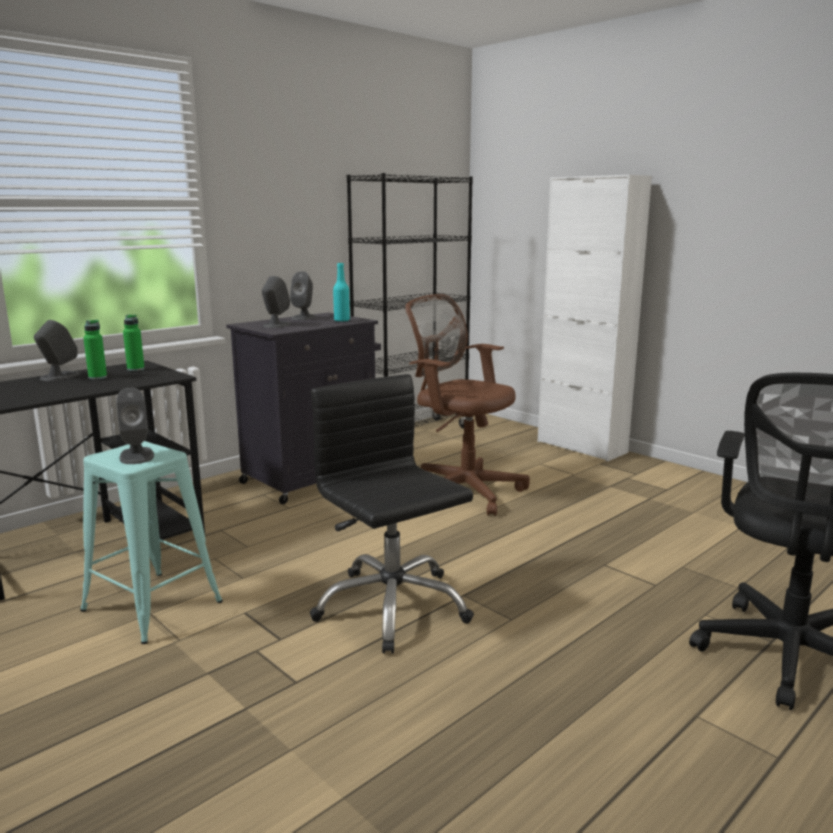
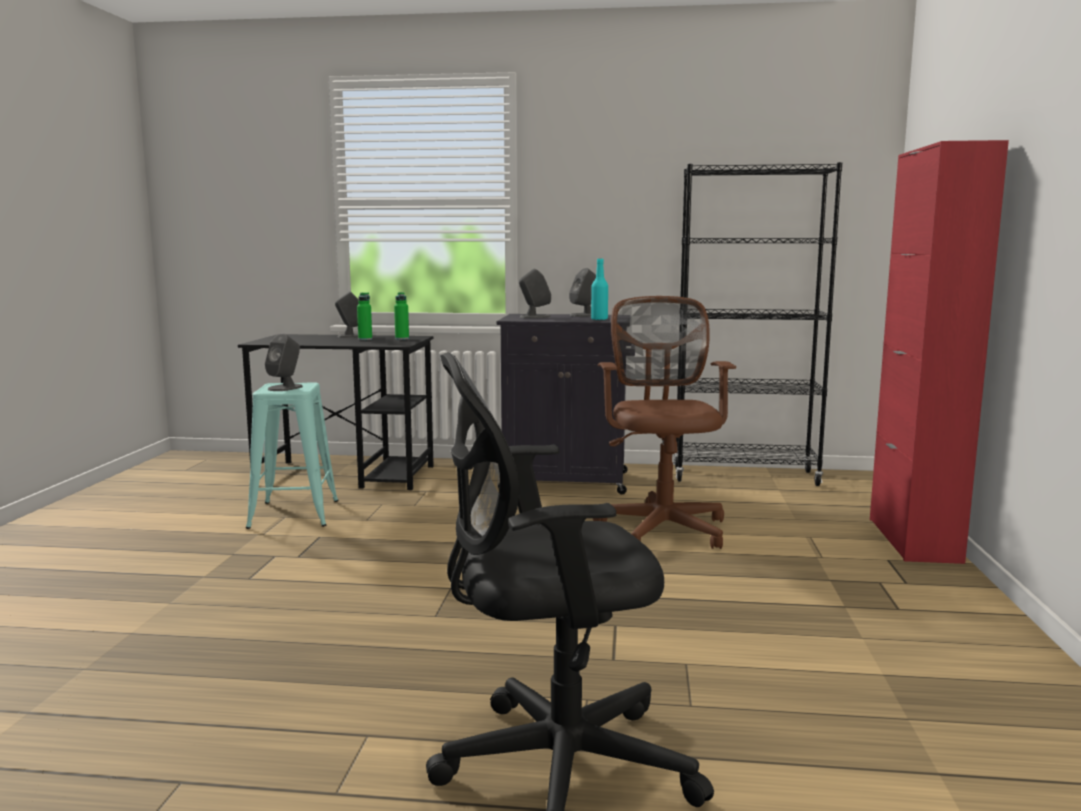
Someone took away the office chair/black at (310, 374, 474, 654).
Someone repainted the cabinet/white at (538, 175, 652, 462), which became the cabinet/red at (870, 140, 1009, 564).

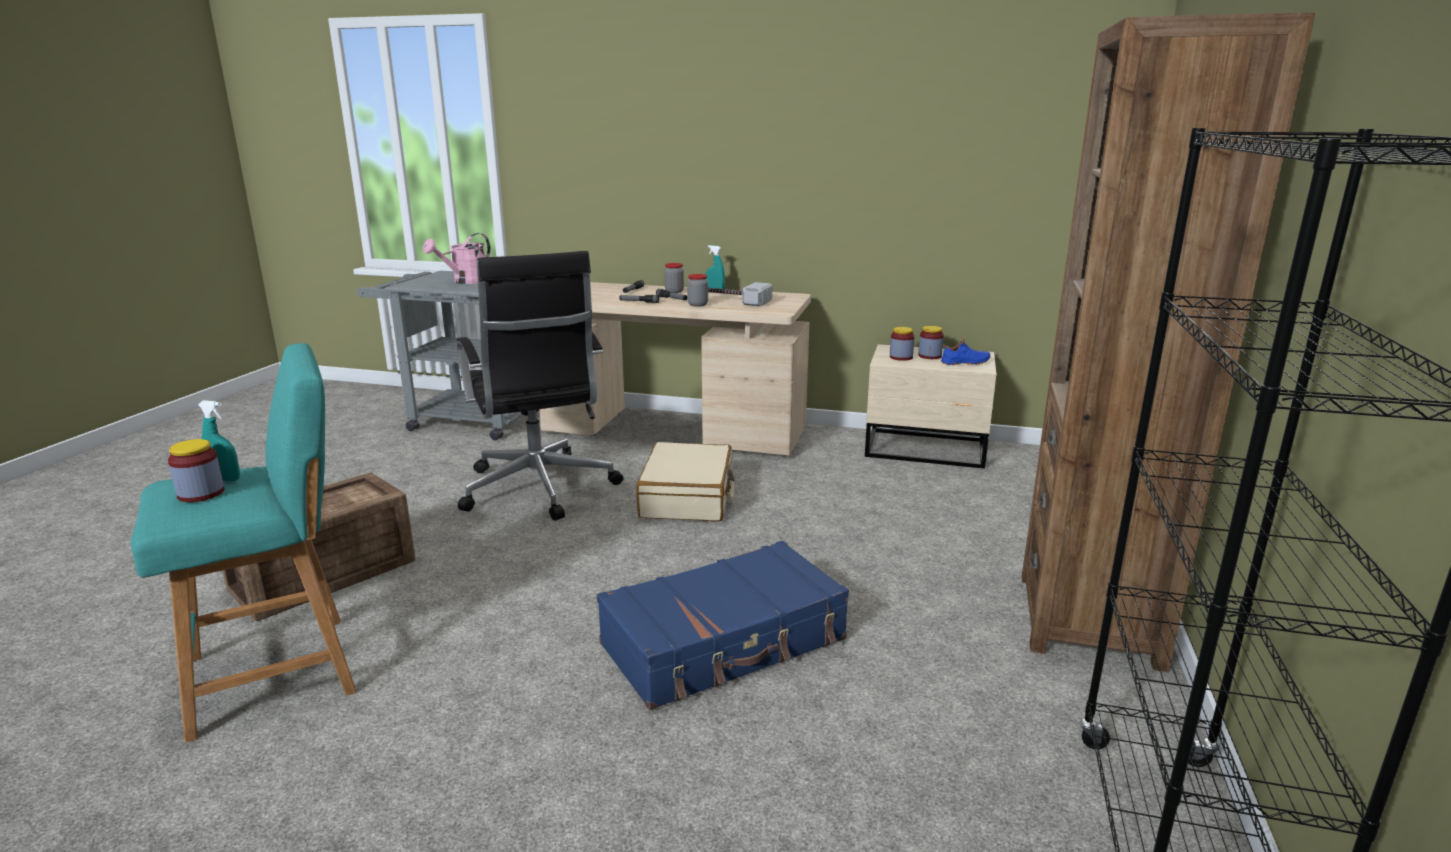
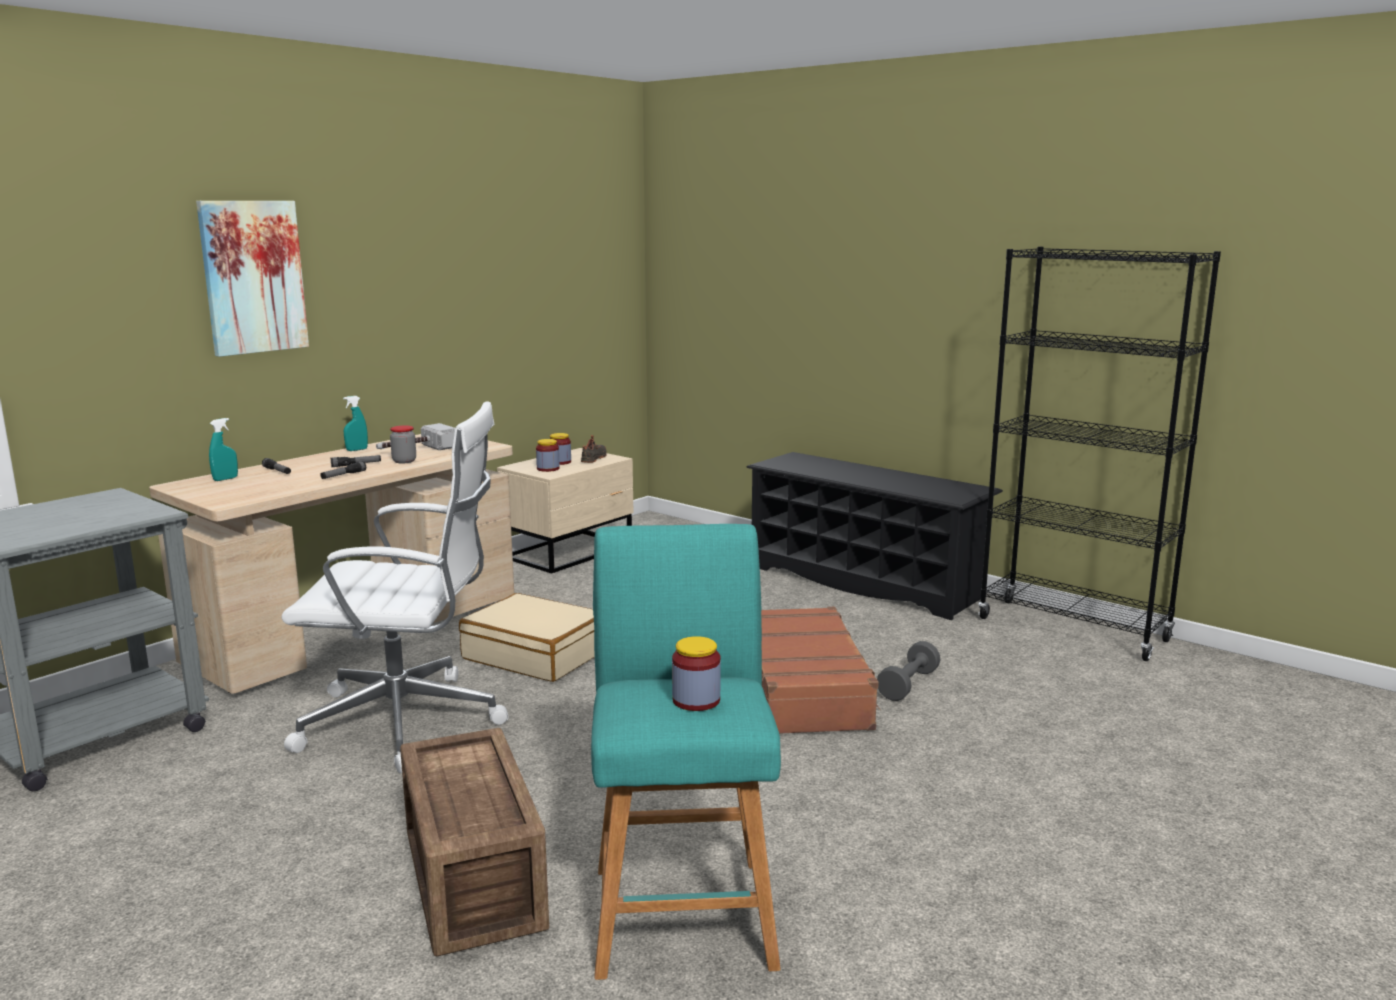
Someone carried the spray bottle/turquoise from (198, 400, 240, 482) to (209, 418, 238, 481).
Someone took away the watering can/pink at (423, 233, 490, 284).
Someone repainted the office chair/black at (457, 251, 623, 521), which became the office chair/white at (281, 401, 509, 773).
Someone repainted the suitcase/blue at (597, 541, 849, 710), which became the suitcase/brown at (761, 607, 880, 734).
Someone took away the jar at (664, 263, 684, 293).
Someone repainted the shoe/blue at (941, 337, 991, 365), which became the shoe/black at (581, 435, 606, 463).
Someone swapped the bookcase/brown at (1022, 12, 1315, 672) for the shoe rack/black at (746, 452, 1003, 620).
Someone put up the picture at (196, 201, 309, 357).
Someone put down the dumbbell/grey at (877, 641, 940, 701).

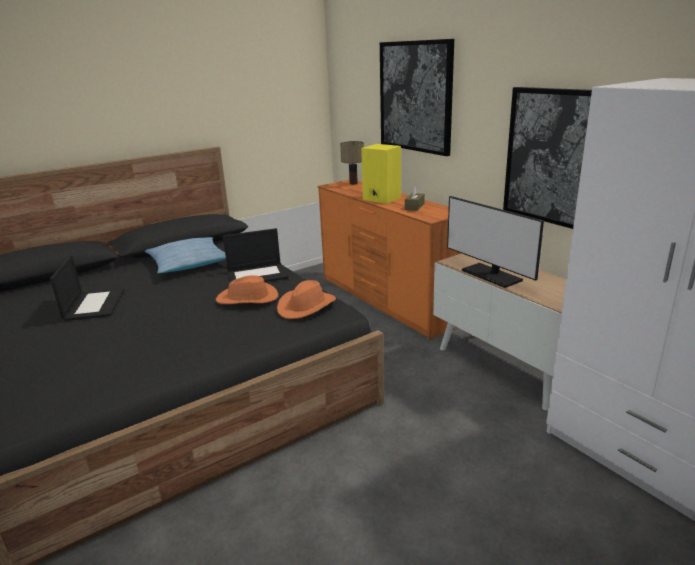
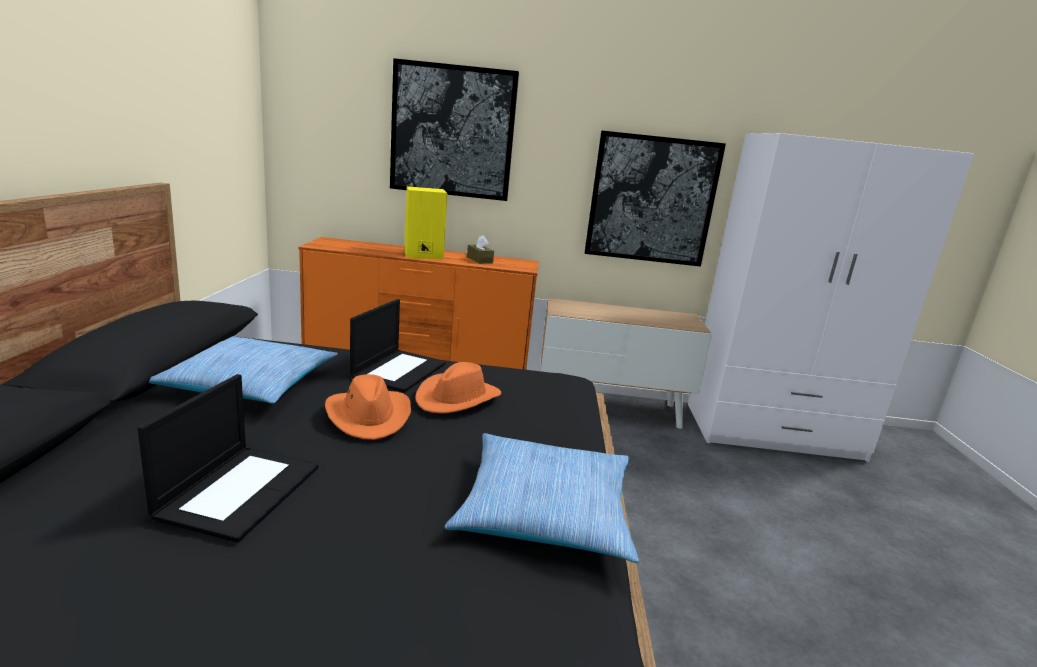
Someone rotated the laptop at (50, 255, 124, 321) by 75 degrees clockwise.
Someone carried the hat/orange from (277, 280, 336, 319) to (325, 374, 411, 440).
Someone took away the table lamp at (340, 141, 364, 185).
Someone took away the monitor at (447, 196, 544, 288).
Someone put down the pillow at (445, 433, 639, 563).

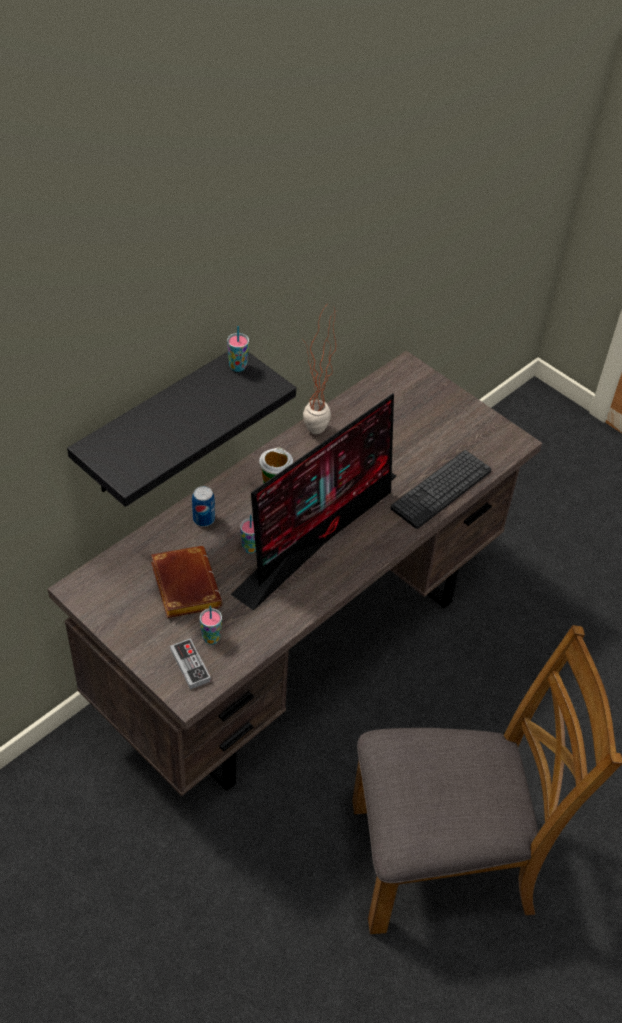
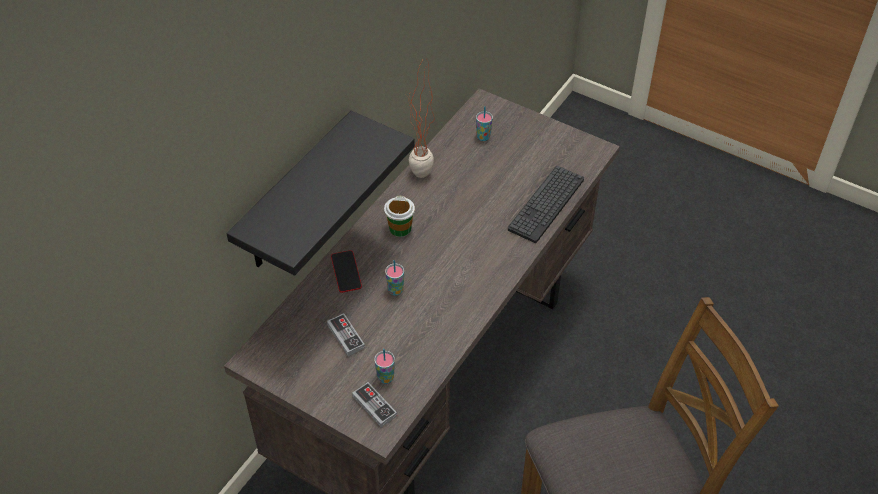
Someone swapped the book/brown at (151, 546, 222, 618) for the game controller at (327, 313, 365, 356).
Someone swapped the can at (192, 486, 215, 527) for the phone at (331, 250, 362, 293).
Someone carried the cup from (227, 326, 249, 372) to (476, 106, 493, 141).
Someone took away the monitor at (231, 393, 397, 611).

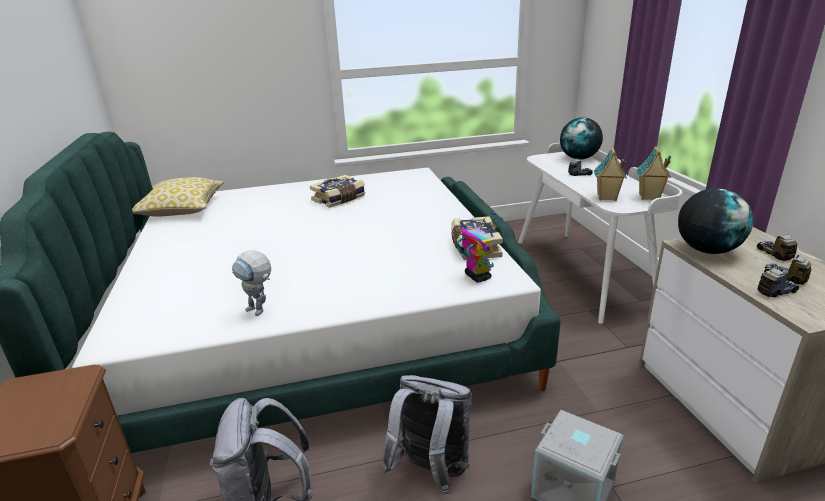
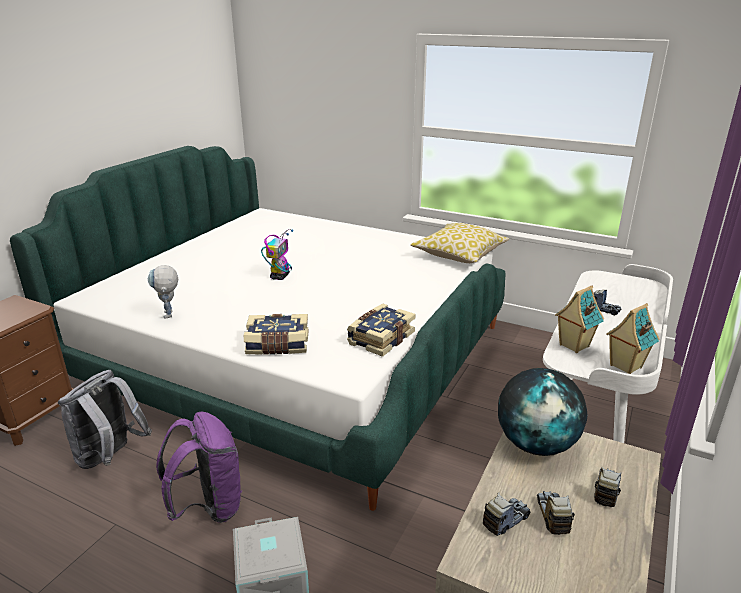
Someone carried the pillow from (132, 177, 224, 217) to (410, 223, 509, 263).
Someone carried the book from (310, 175, 365, 208) to (244, 314, 309, 355).
Someone repainted the backpack/grey at (382, 375, 472, 495), which became the backpack/purple at (156, 412, 243, 523).
Someone carried the toy robot from (456, 212, 503, 282) to (261, 229, 294, 280).
Someone took away the globe at (560, 117, 603, 159).
Someone rotated the toy truck at (757, 267, 799, 297) by 60 degrees counterclockwise.

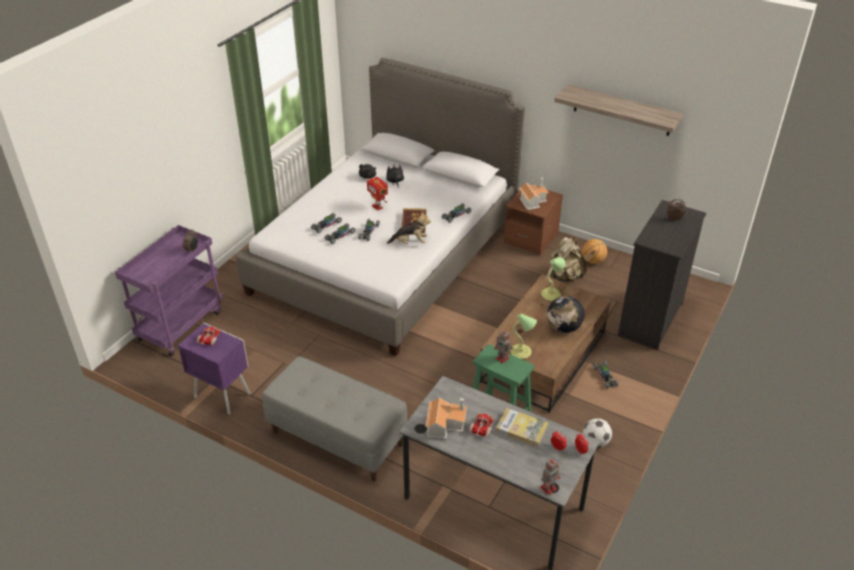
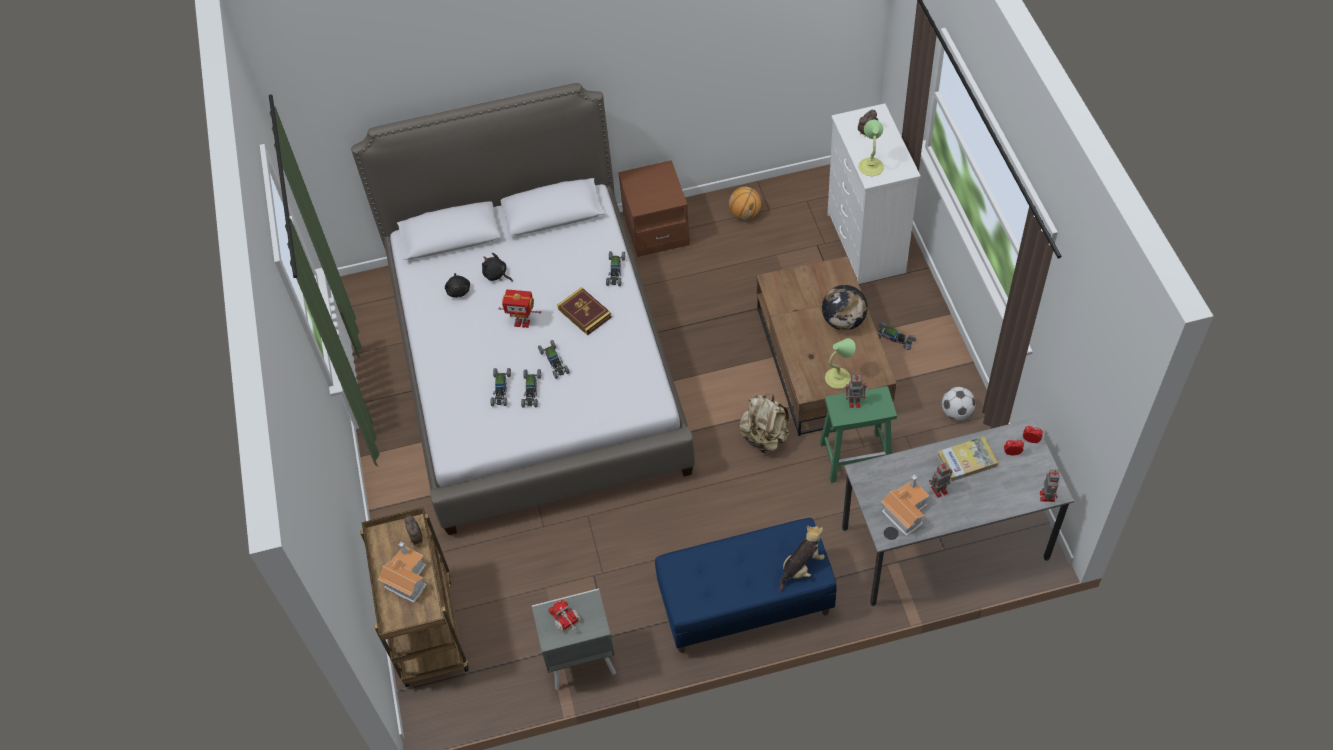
Someone repainted the cart/purple at (115, 225, 223, 356), which became the cart/brown at (360, 507, 469, 687).
Someone repainted the nightstand/purple at (178, 323, 250, 415), which became the nightstand/grey at (532, 588, 616, 690).
Someone repainted the bench/grey at (262, 356, 408, 481), which became the bench/blue at (655, 518, 837, 653).
Someone carried the plush toy from (387, 211, 431, 244) to (779, 526, 825, 592).
Someone swapped the toy truck at (469, 413, 493, 437) for the toy robot at (929, 462, 952, 498).
Someone carried the toy house from (519, 178, 549, 210) to (378, 542, 427, 603).
Someone carried the table lamp from (541, 257, 566, 301) to (858, 120, 884, 176).
Someone carried the backpack/beige from (551, 237, 587, 282) to (739, 393, 789, 454).
Someone took away the shelf at (554, 84, 684, 136).
Someone repainted the dresser/black at (618, 200, 706, 350), which became the dresser/white at (827, 103, 921, 284).

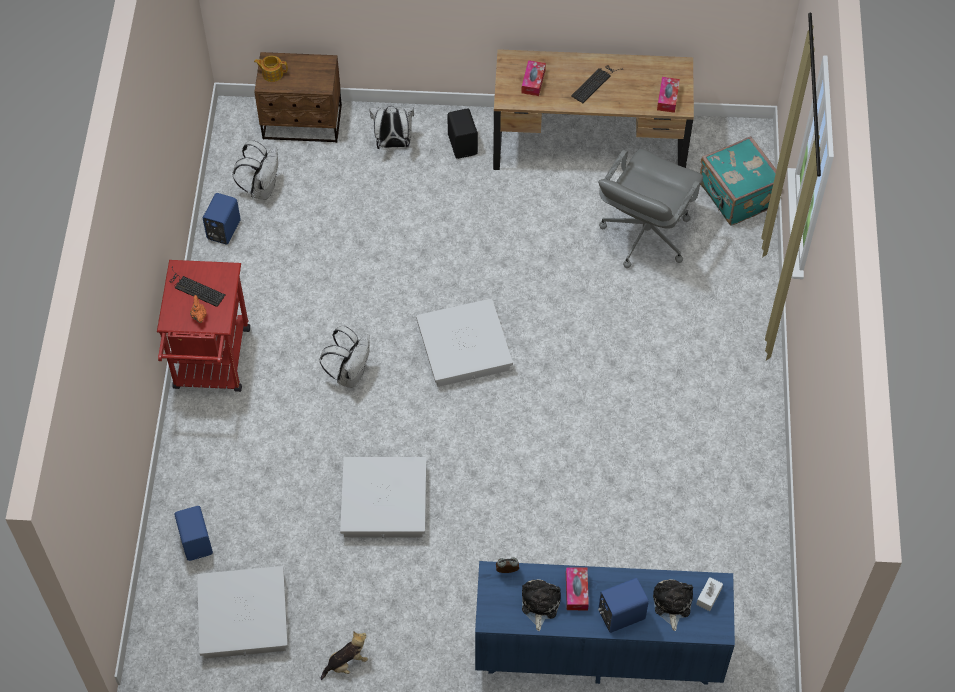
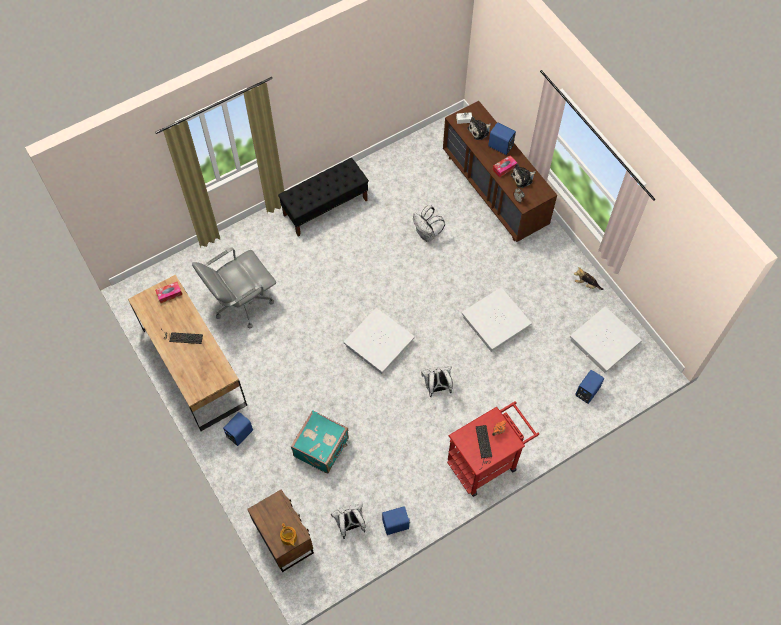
Someone carried the backpack/white from (369, 106, 414, 149) to (413, 205, 445, 242).
Someone repainted the speaker/black at (447, 108, 478, 159), which became the speaker/blue at (223, 412, 253, 446).
Someone repainted the dresser/blue at (475, 561, 735, 685), which became the dresser/brown at (443, 101, 557, 242).
Someone took away the tissue box at (521, 60, 546, 96).
Someone rotated the office chair/grey at (598, 149, 703, 268) by 150 degrees clockwise.
Someone carried the suitcase/turquoise from (700, 136, 776, 226) to (291, 410, 349, 473).
Someone put down the bench/black at (278, 158, 369, 236).

